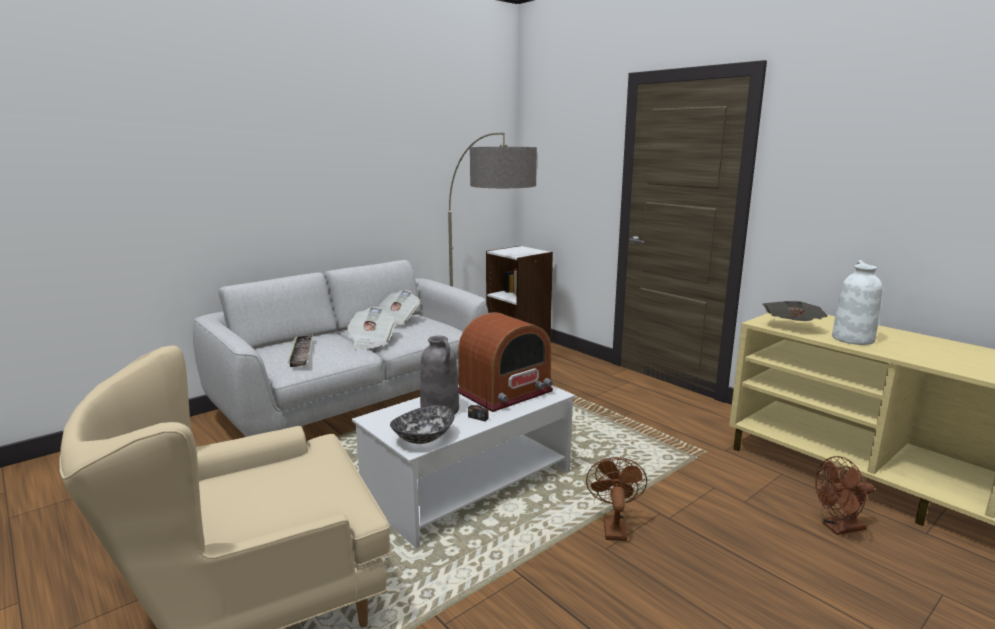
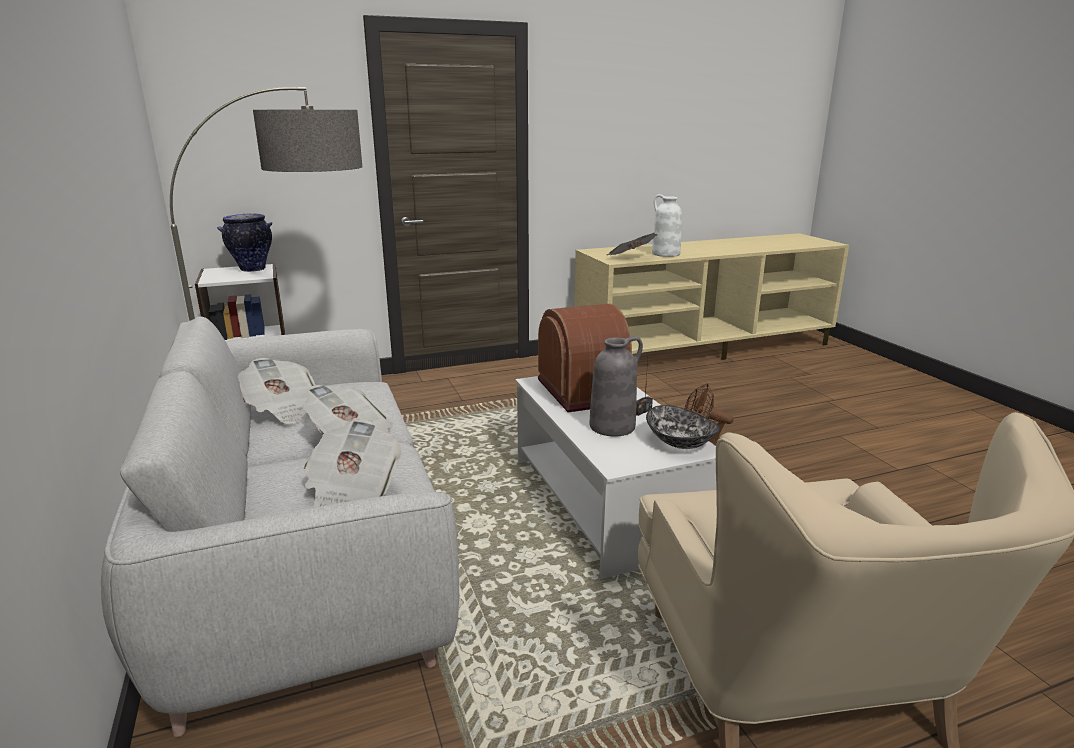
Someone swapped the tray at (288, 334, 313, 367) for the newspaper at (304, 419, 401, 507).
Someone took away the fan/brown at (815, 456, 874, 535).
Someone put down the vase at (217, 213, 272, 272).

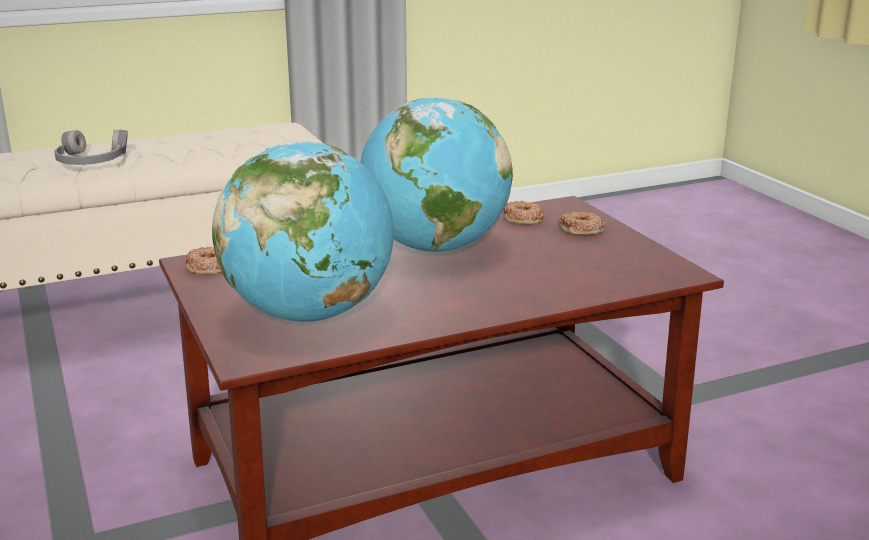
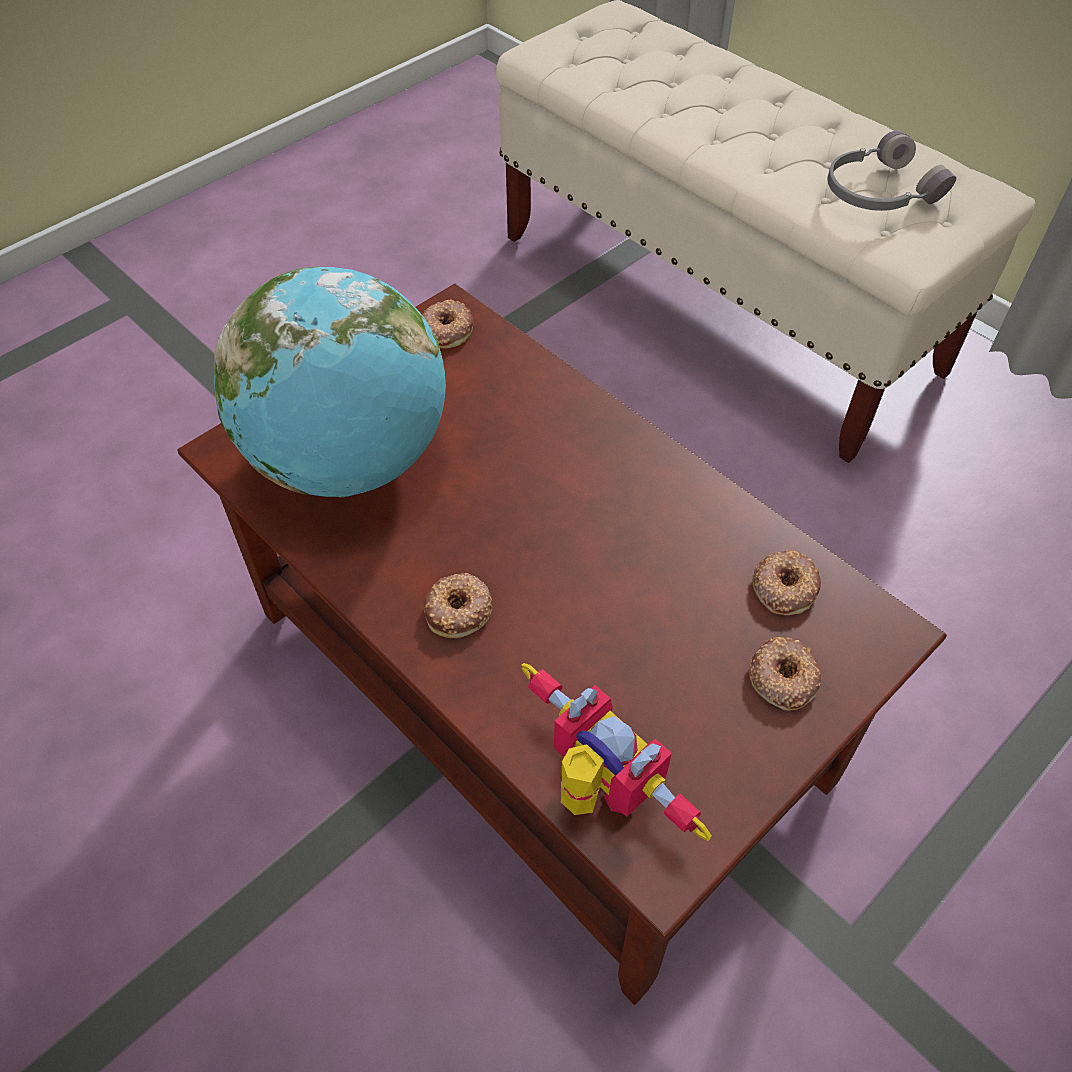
Someone carried the headphones/grey from (54, 129, 128, 165) to (827, 131, 956, 211).
Someone took away the globe at (360, 97, 513, 252).
Someone put down the donut at (424, 573, 492, 638).
Someone put down the toy robot at (521, 663, 712, 841).

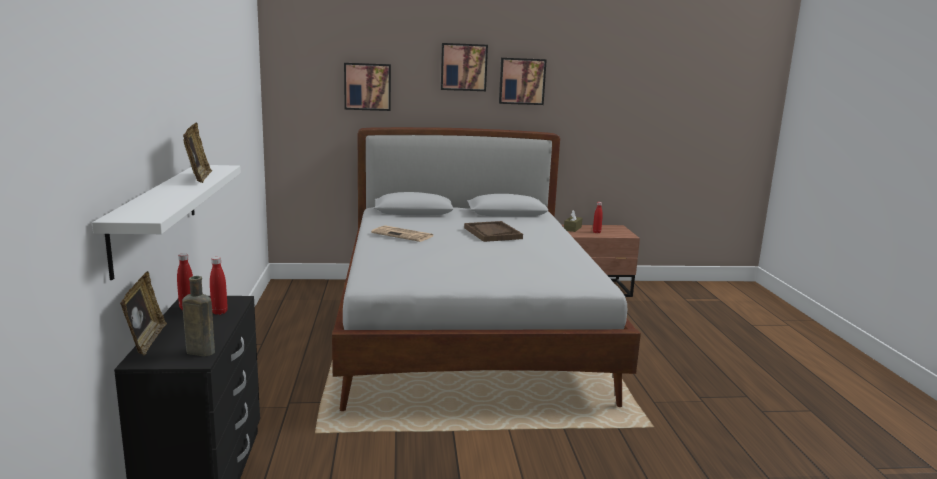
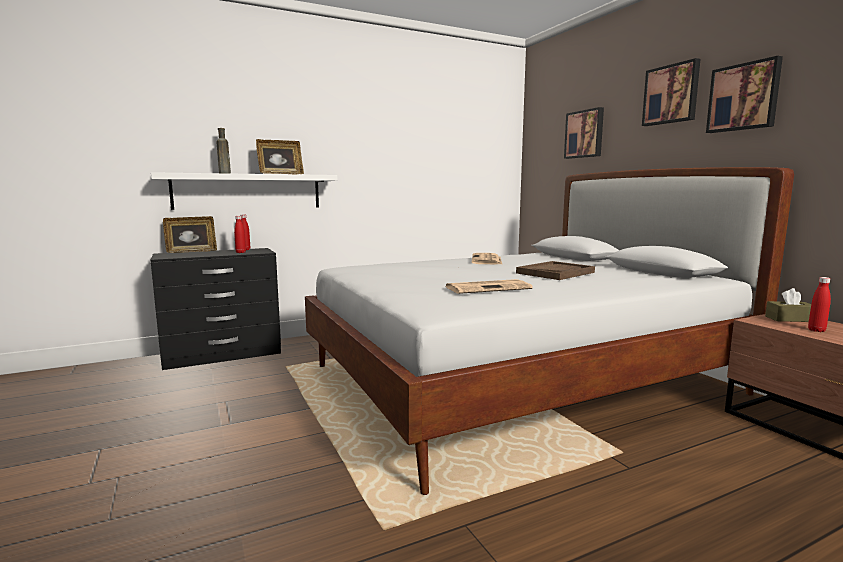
Someone carried the bottle/brown from (182, 276, 215, 356) to (217, 128, 231, 174).
Someone put down the newspaper at (446, 279, 533, 294).

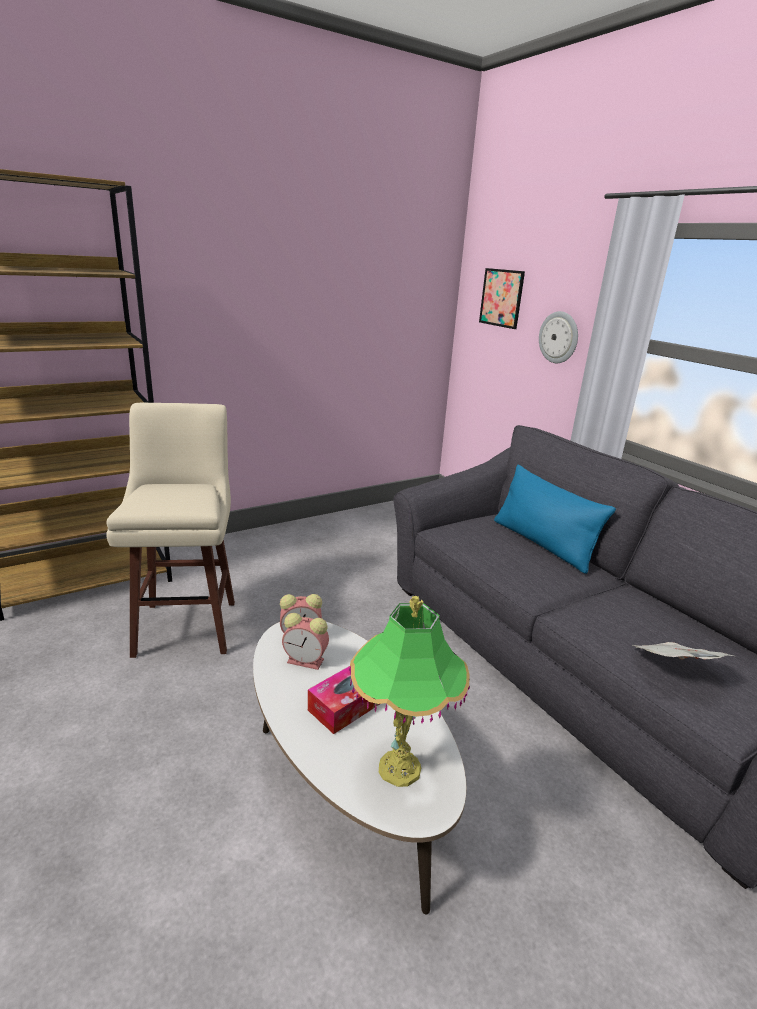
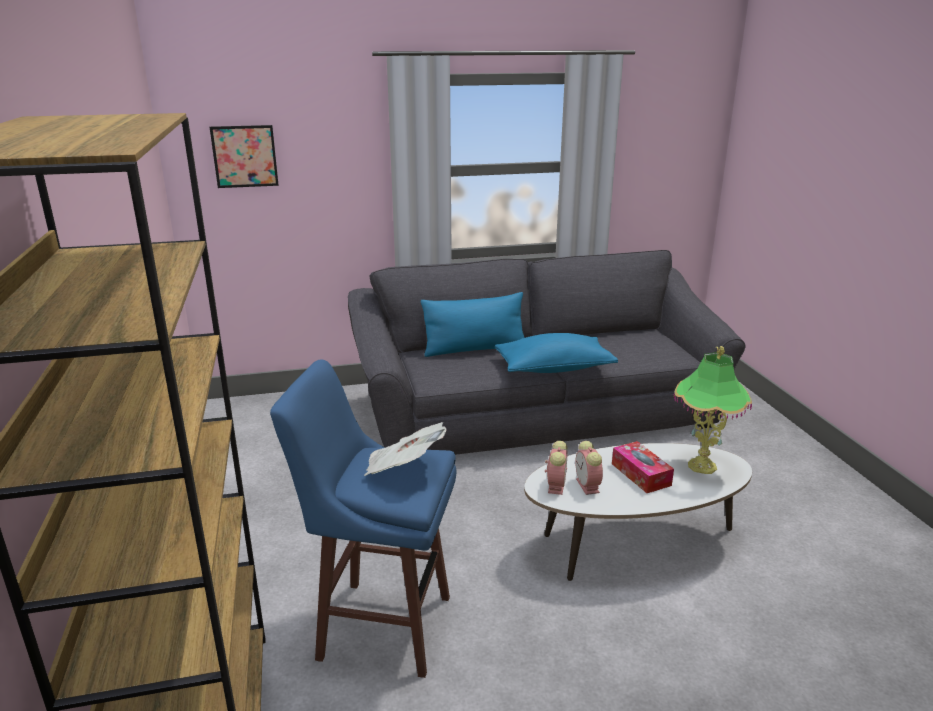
Someone repainted the stool/beige at (106, 403, 235, 658), which became the stool/blue at (270, 359, 456, 678).
Someone rotated the alarm clock at (282, 613, 329, 670) by 135 degrees clockwise.
Someone took away the wall clock at (539, 311, 578, 363).
Someone carried the newspaper from (633, 642, 734, 660) to (364, 422, 447, 476).
Someone put down the pillow/blue at (495, 333, 618, 373).

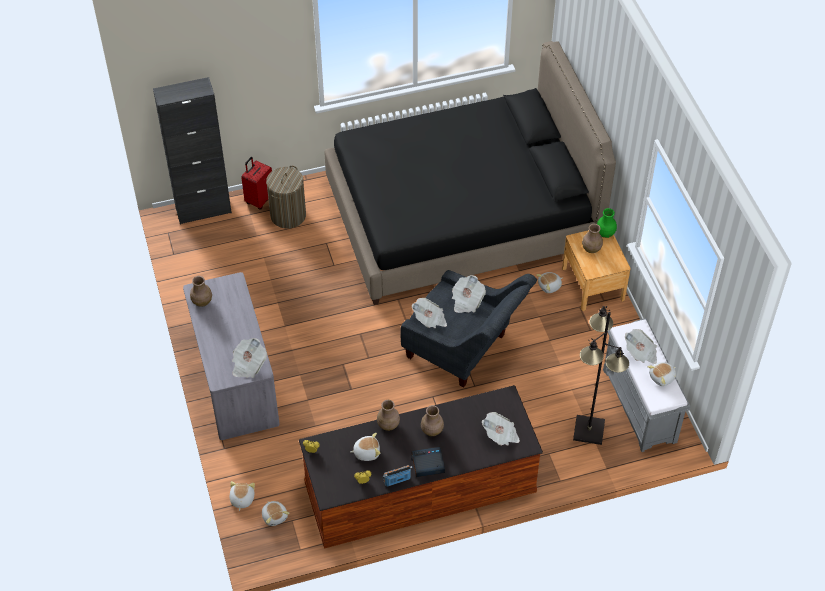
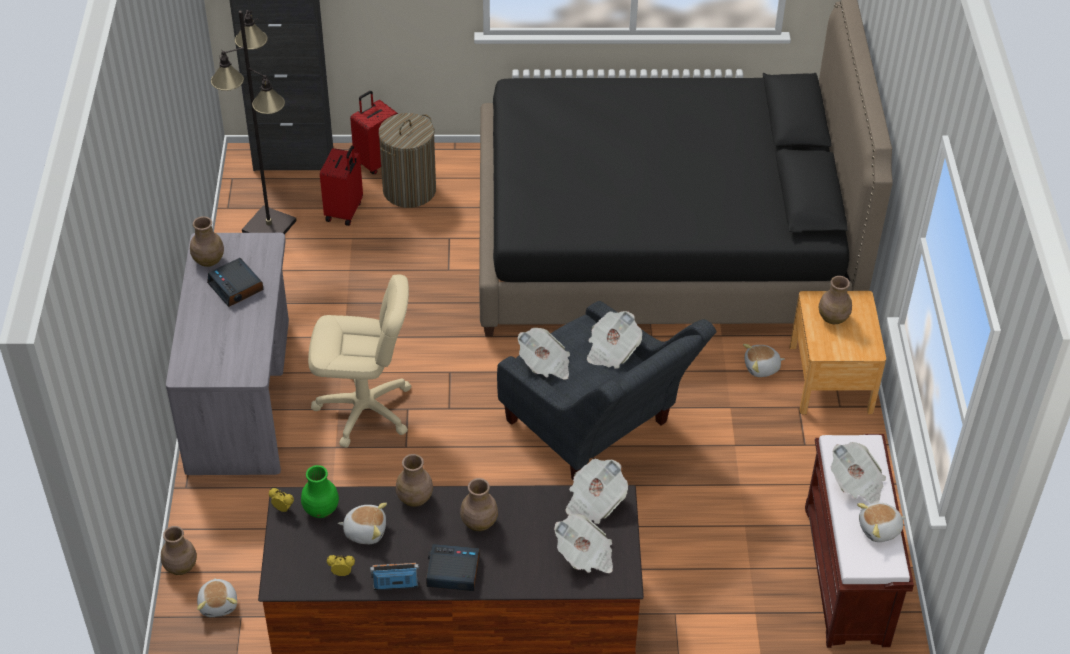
Someone swapped the plush toy at (229, 481, 255, 511) for the vase/brown at (161, 526, 197, 575).
Someone carried the newspaper from (232, 338, 267, 378) to (565, 459, 628, 524).
Someone carried the floor lamp/black from (573, 306, 629, 445) to (211, 10, 297, 234).
Someone carried the vase/green from (597, 208, 617, 238) to (301, 465, 339, 518).
Someone repainted the bench/grey at (603, 318, 691, 452), which became the bench/brown at (805, 434, 914, 648).
Someone put down the alarm clock at (207, 258, 264, 307).
Someone put down the office chair/beige at (308, 274, 411, 448).
Someone put down the suitcase/red at (320, 146, 363, 226).

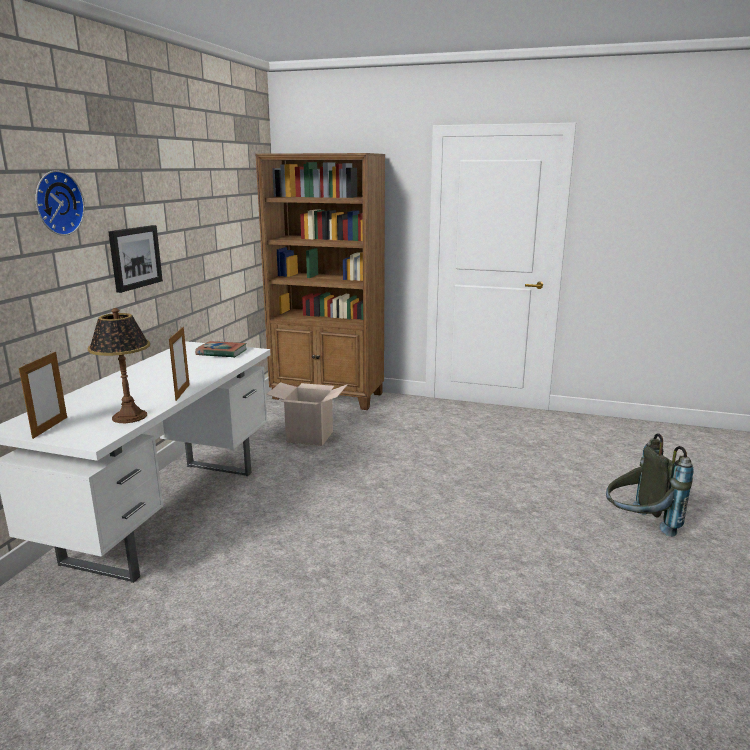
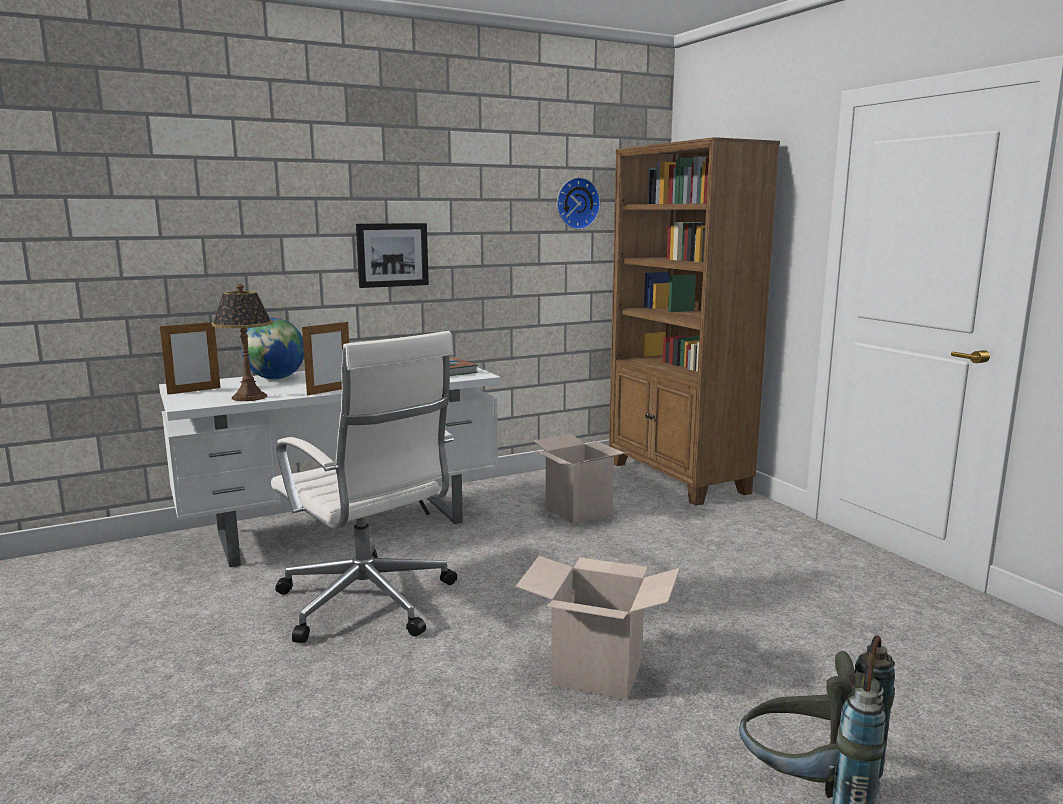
Someone carried the wall clock from (35, 170, 85, 236) to (557, 177, 601, 230).
Someone put down the globe at (241, 318, 304, 379).
Someone put down the office chair/white at (271, 331, 457, 643).
Someone put down the cardboard box at (516, 556, 680, 700).

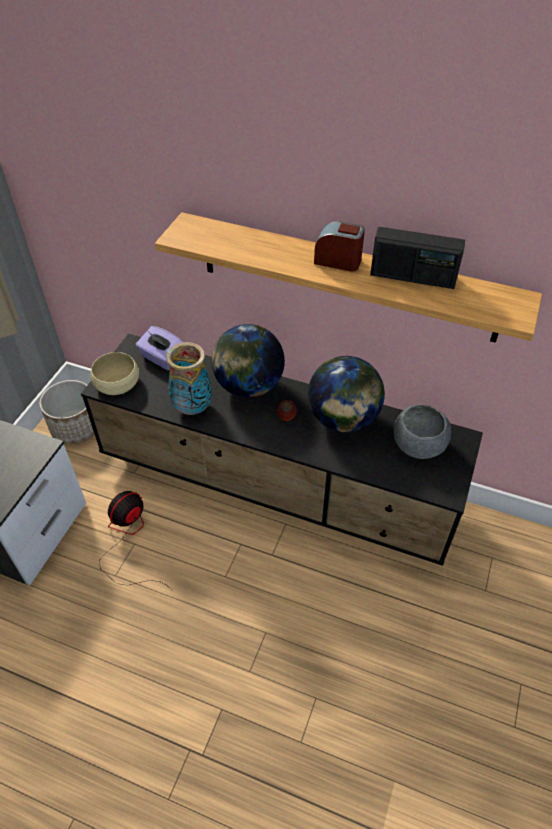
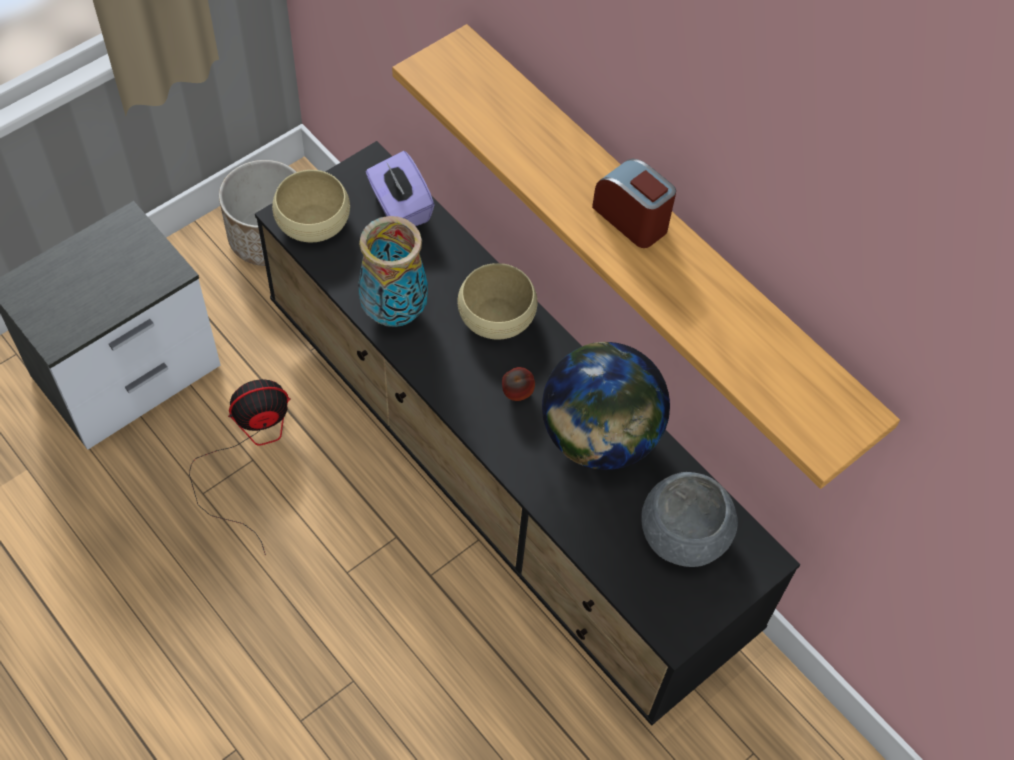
Someone swapped the globe at (211, 324, 285, 398) for the bowl/beige at (457, 263, 537, 339).
Someone took away the radio at (370, 227, 465, 289).

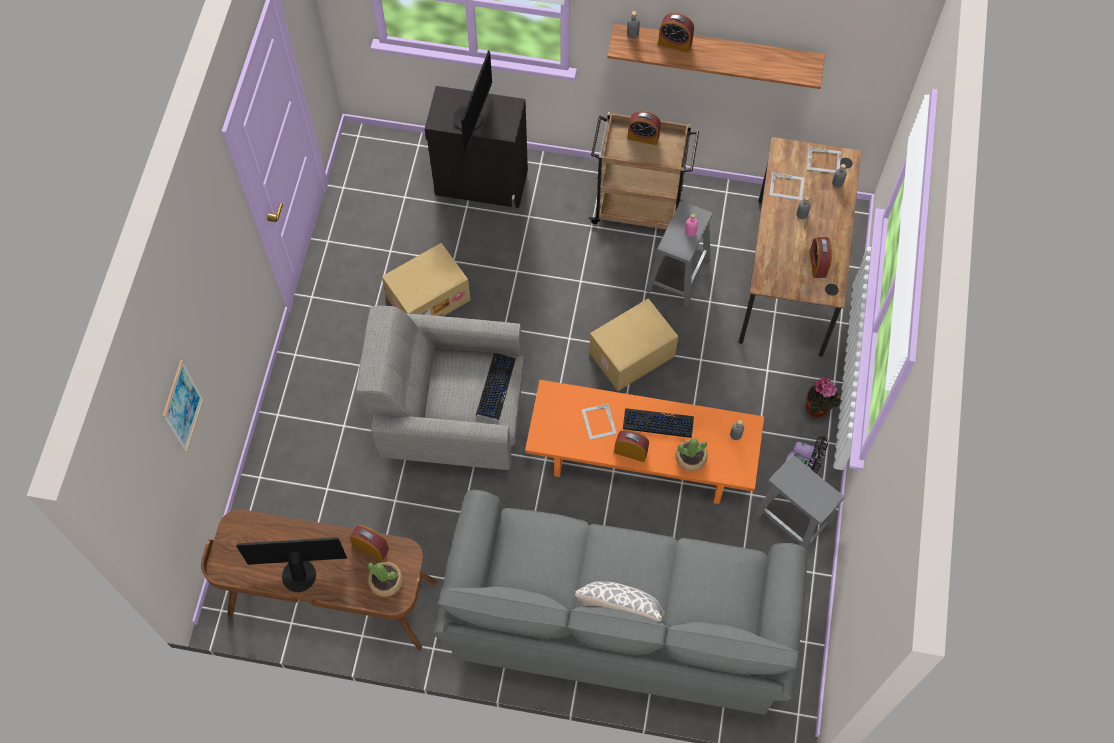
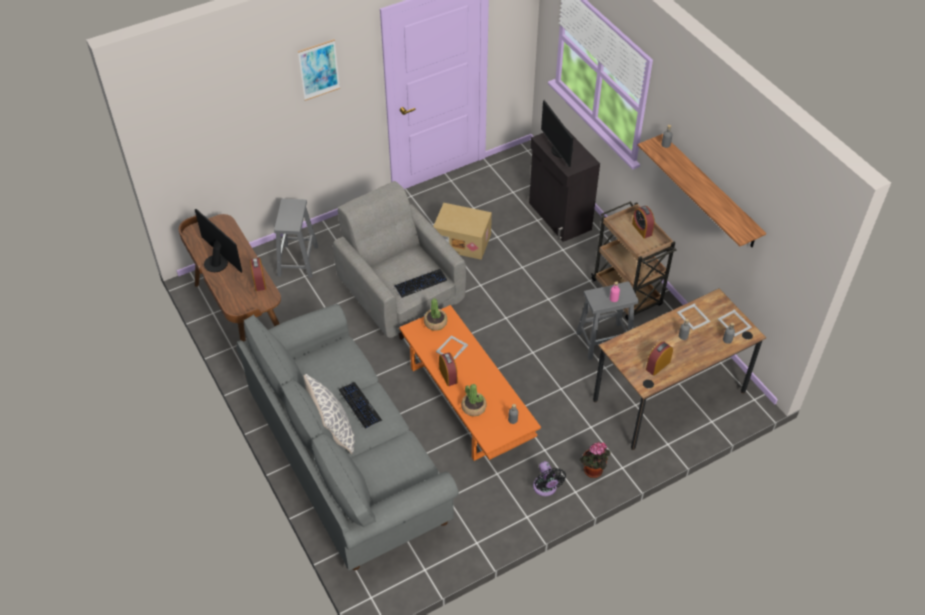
Someone carried the picture from (162, 360, 204, 452) to (298, 39, 340, 101).
Someone carried the potted plant from (368, 562, 403, 597) to (424, 298, 447, 331).
Someone rotated the monitor at (453, 50, 492, 151) by 90 degrees clockwise.
Someone took away the cardboard box at (589, 298, 678, 391).
Someone carried the keyboard from (623, 408, 694, 438) to (339, 382, 382, 429).
Someone took away the alarm clock at (658, 13, 694, 53).
Someone carried the stool/grey from (752, 455, 845, 549) to (274, 199, 318, 278).

